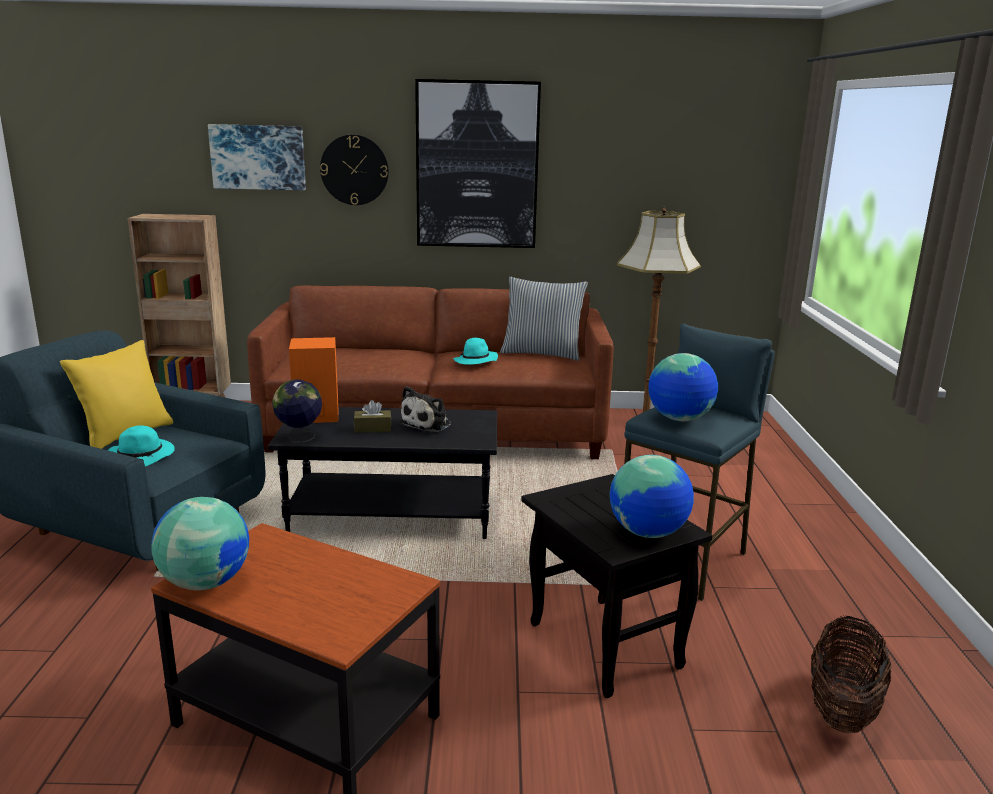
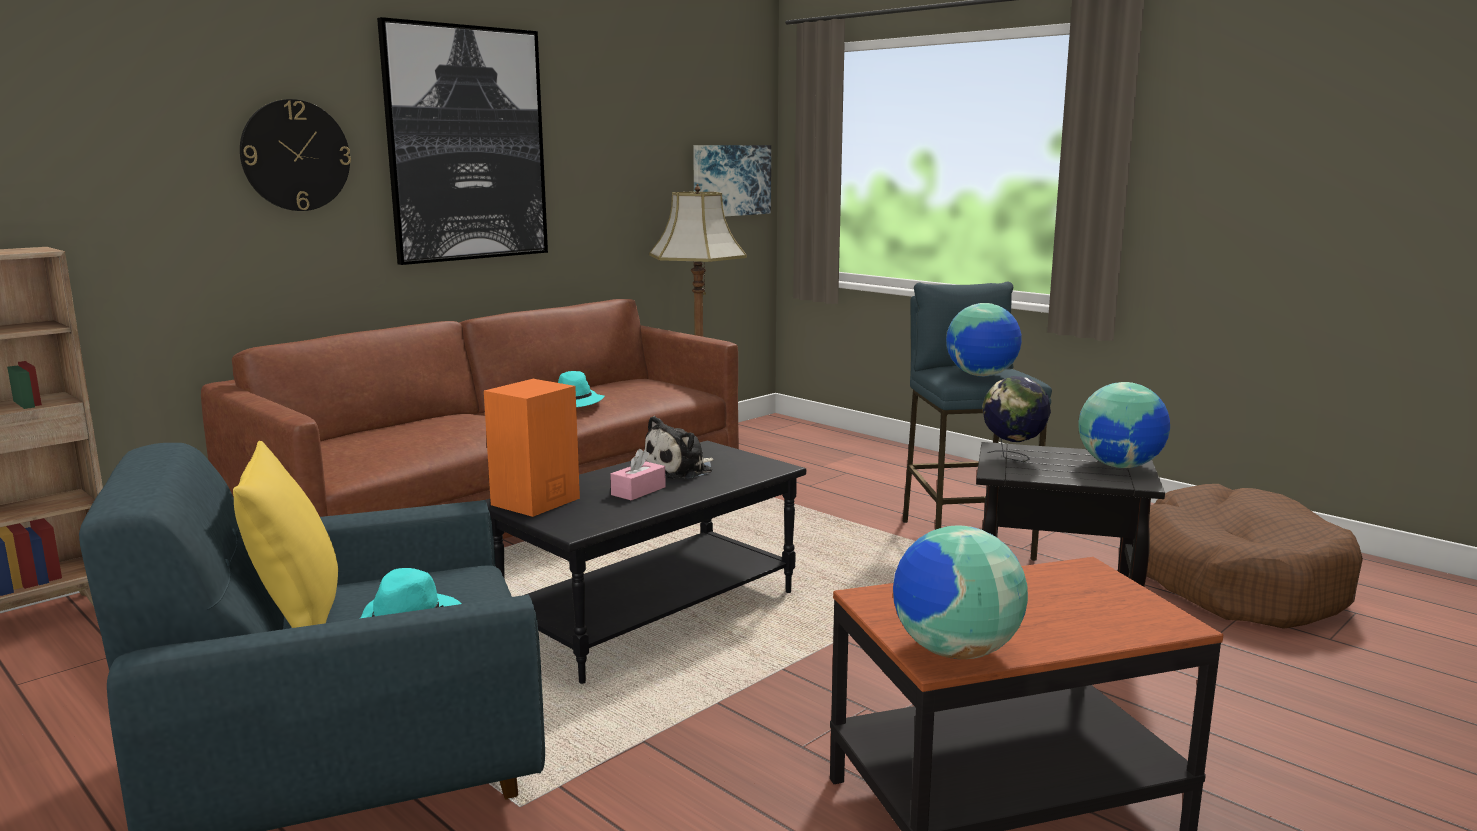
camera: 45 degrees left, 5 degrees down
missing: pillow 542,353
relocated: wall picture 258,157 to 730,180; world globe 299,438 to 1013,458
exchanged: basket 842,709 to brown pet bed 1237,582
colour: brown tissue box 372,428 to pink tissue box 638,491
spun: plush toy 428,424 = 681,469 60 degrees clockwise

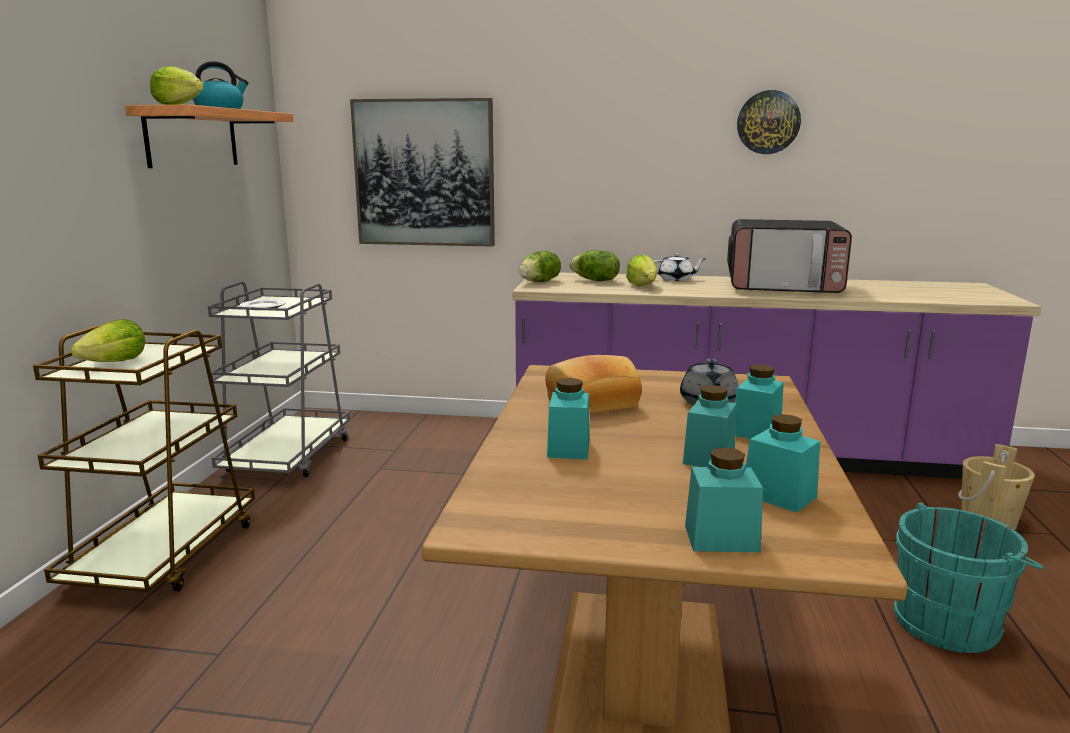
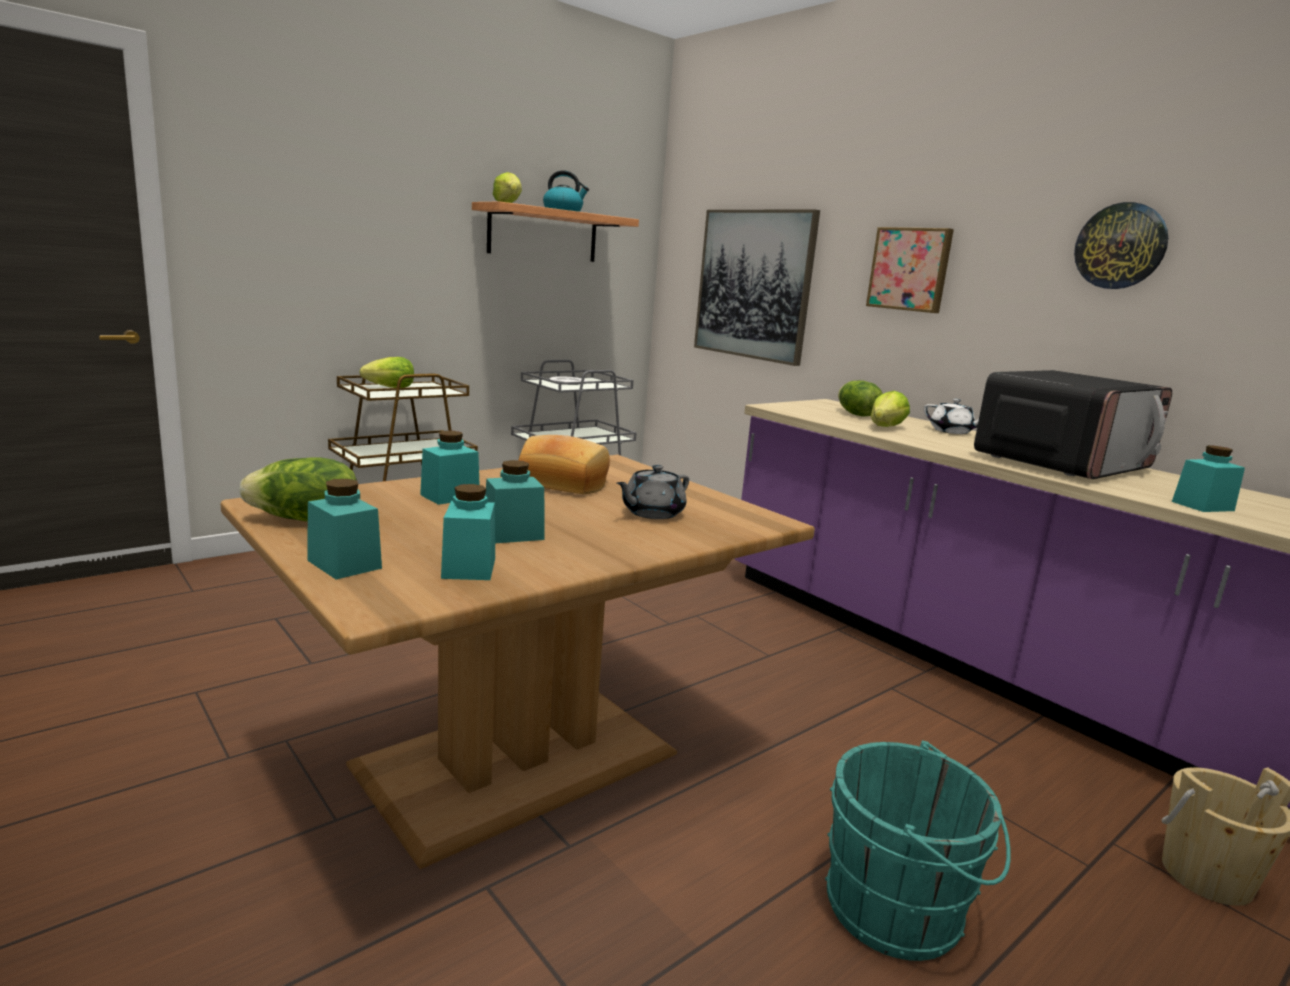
camera: 40 degrees right, 0 degrees up
appeared: wall picture 910,269
relocated: head of lettuce 540,282 to 305,520; turquoise-coloured preserve jar 756,431 to 1202,506
spun: microwave 784,287 = 1062,463 90 degrees counterclockwise

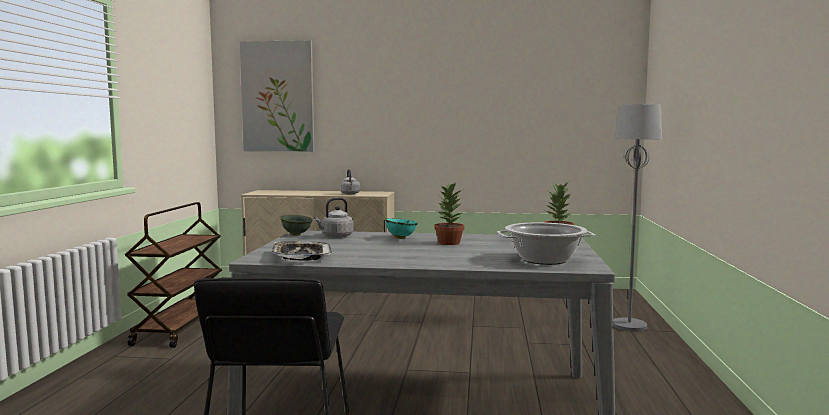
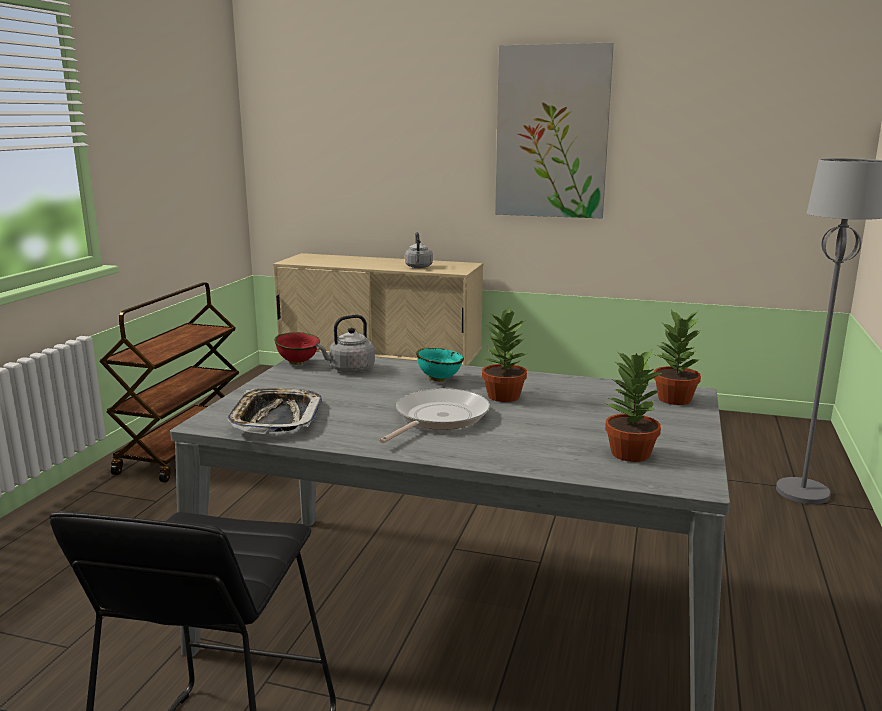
camera: 10 degrees right, 10 degrees up
appeared: pan 438,418
relocated: wall picture 278,96 to 552,132
exchanged: saucepot 544,260 to houseplant 629,454
colour: green-coloured deep dish 296,235 to red deep dish 298,362

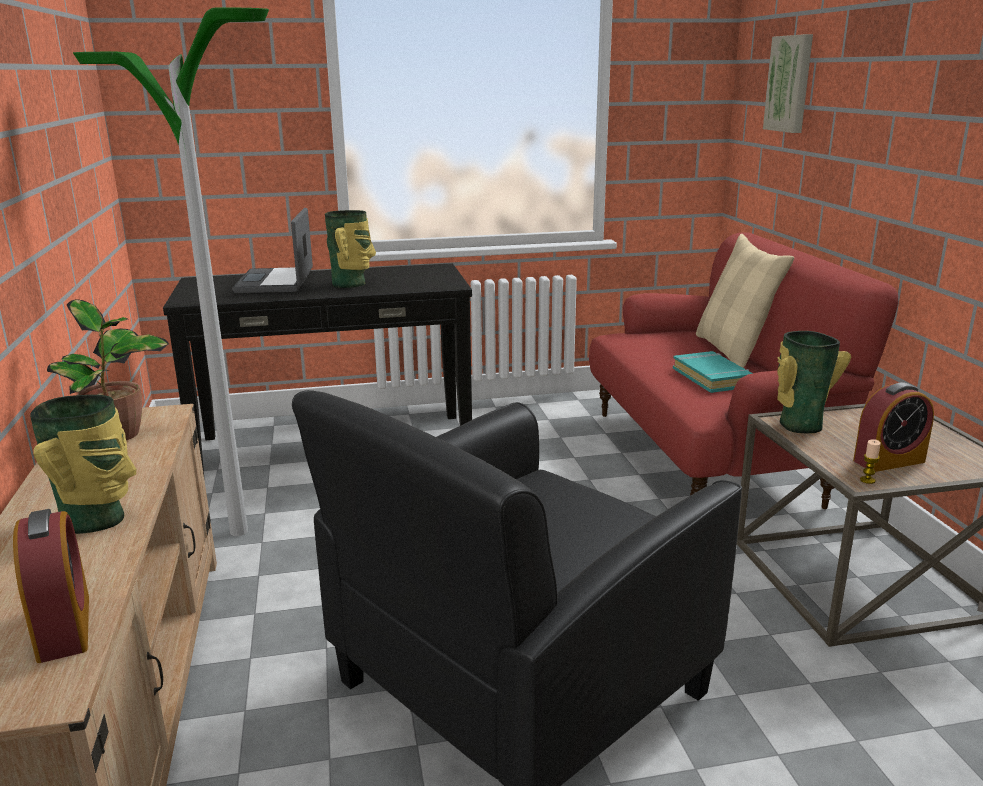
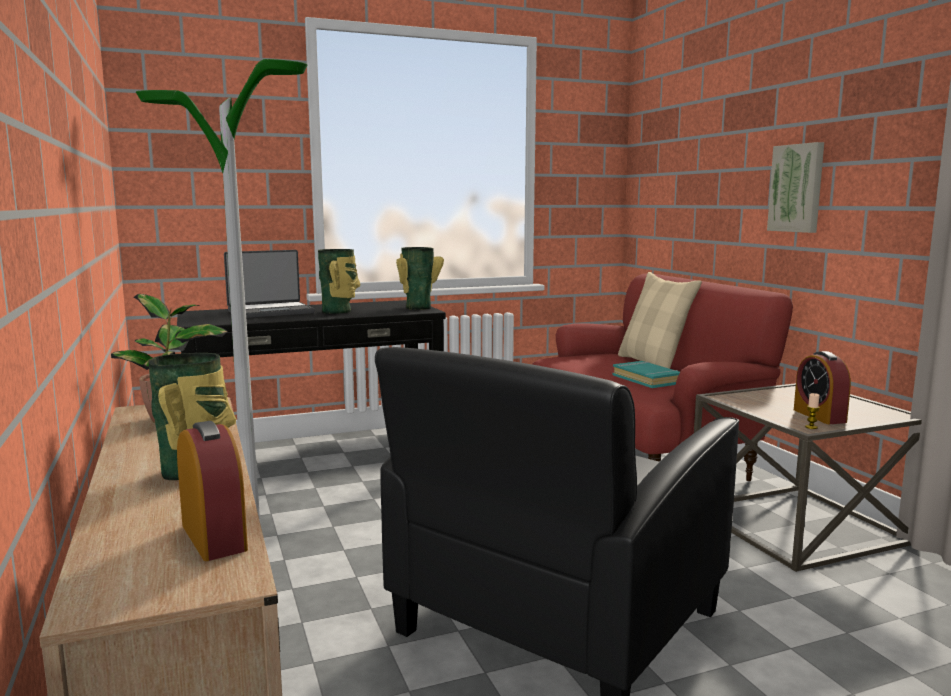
camera: 10 degrees left, 10 degrees down
relocated: wall picture 790,84 to 797,188; vase 798,424 to 417,307
spun: notebook computer 277,282 = 270,312 105 degrees counterclockwise; table clock 889,461 = 819,416 105 degrees clockwise

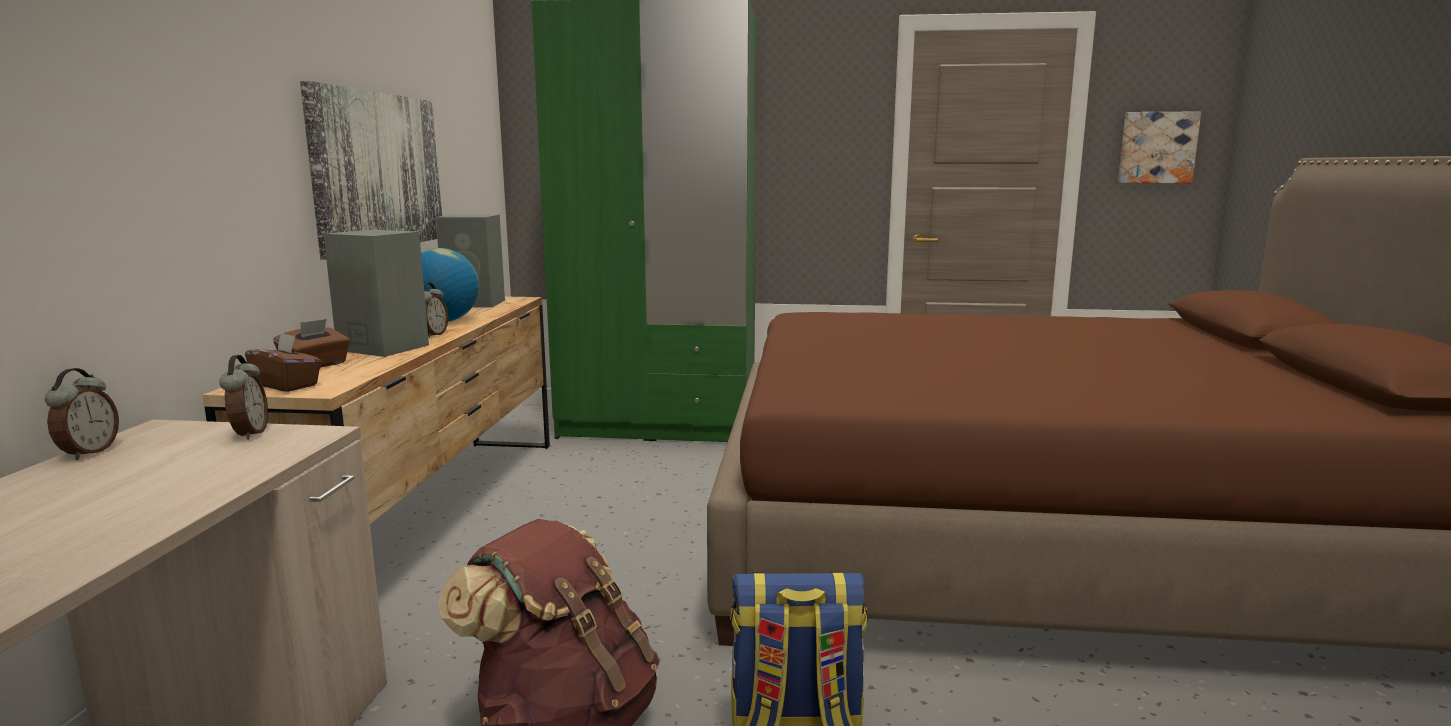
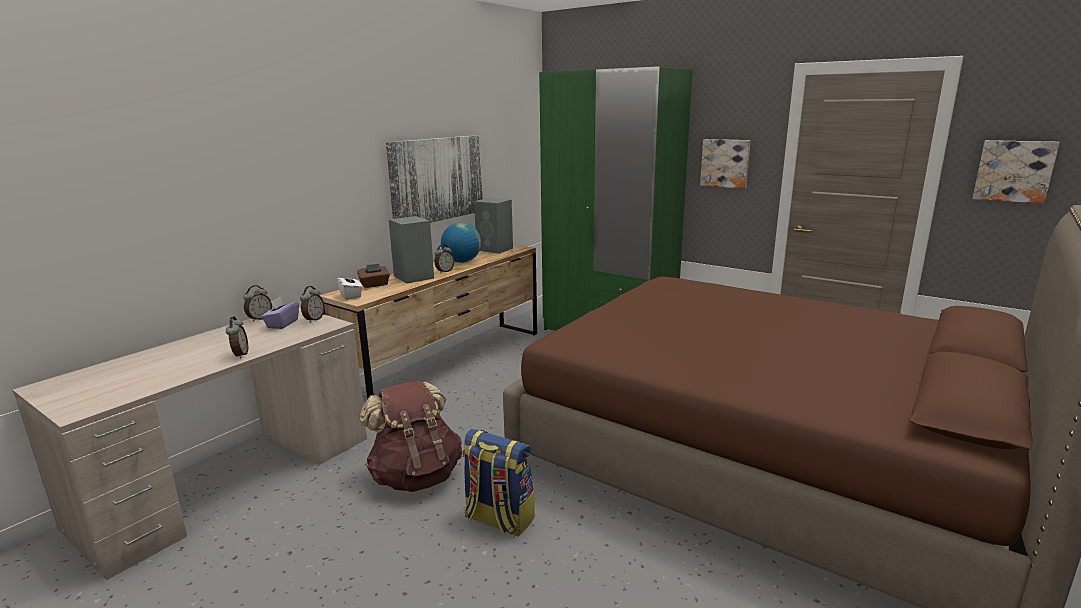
camera: 30 degrees right, 5 degrees up
appeared: table clock 240,355; purple tissue box 282,324; wall picture 725,163
colour: brown tissue box 287,385 to whitish tissue box 351,295

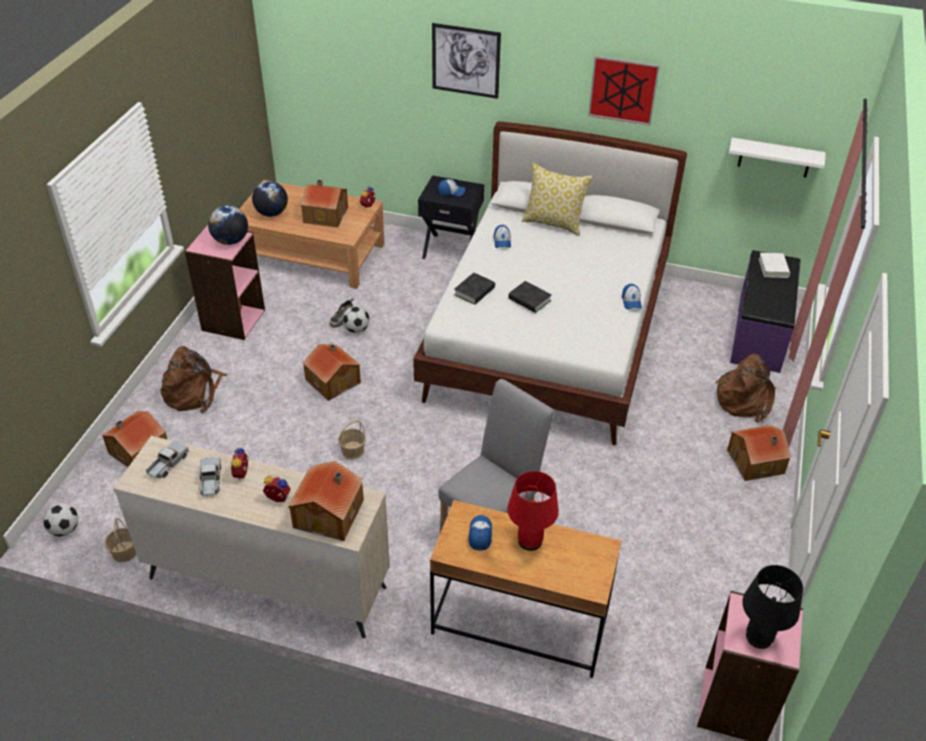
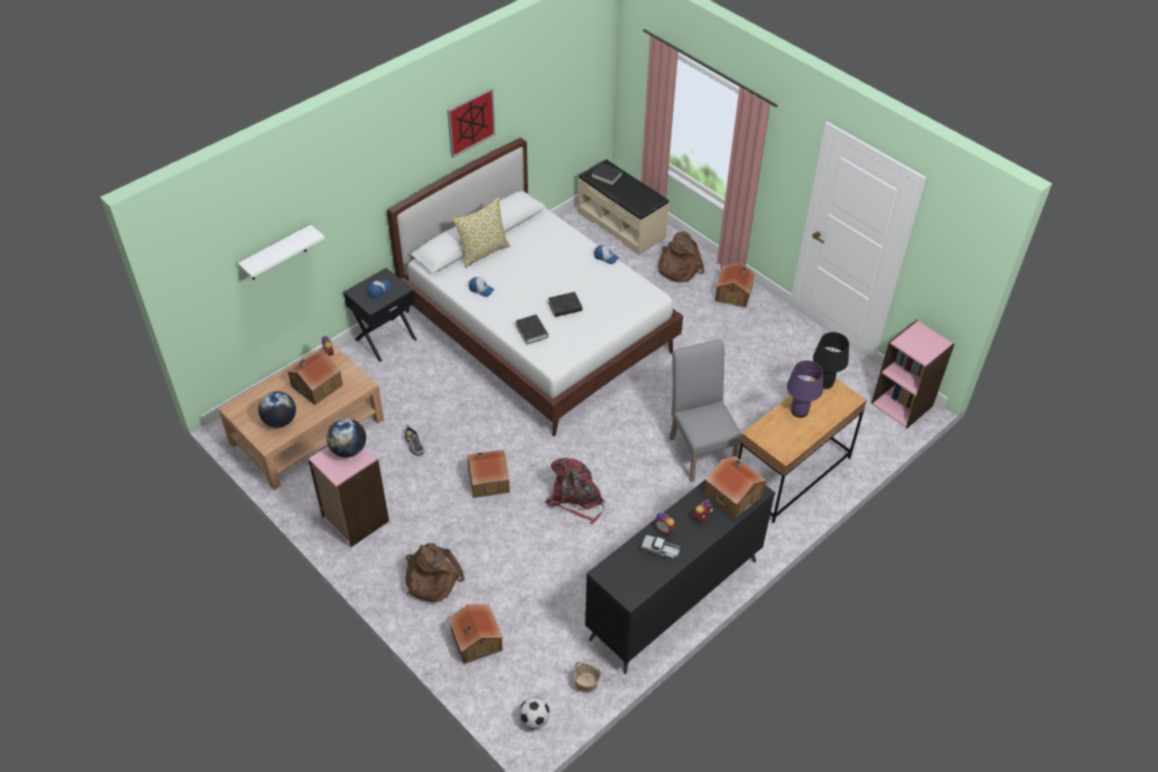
camera: 60 degrees left, 5 degrees up
missing: model truck 168,464; football ball 356,329; wall picture 465,61; baseball cap 480,535
relocated: whitish shelf 774,158 to 277,254; blackish tabletop lamp 758,637 to 824,383
exchanged: basket 352,451 to red backpack 576,499
colour: beige-coloured dresser 267,581 to blackish dresser 673,599; red tabletop lamp 530,541 to purple tabletop lamp 799,411; purple bench 760,333 to beige-coloured bench 622,224; whitish bound book 773,268 to blackish bound book 606,176

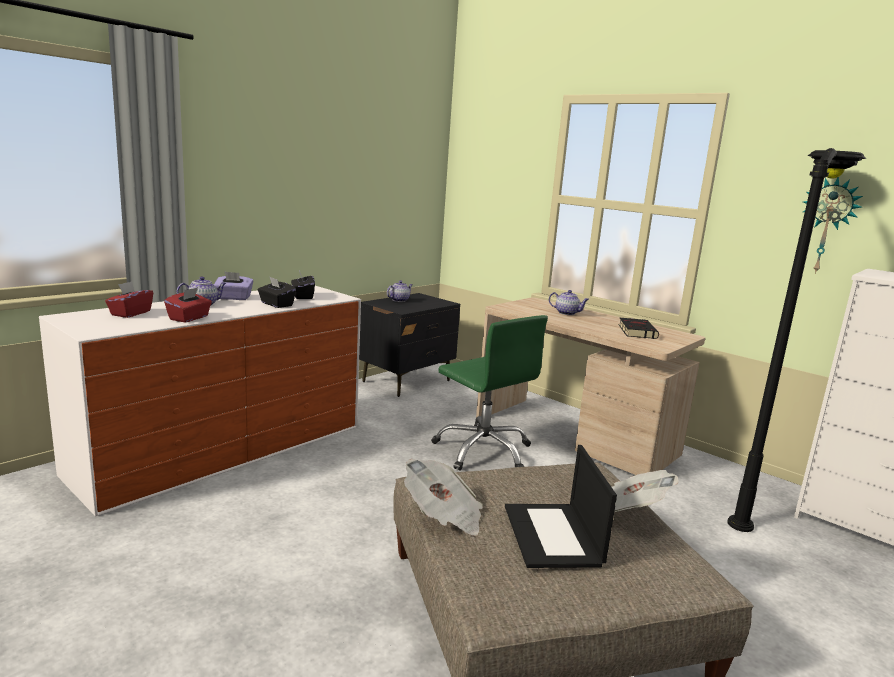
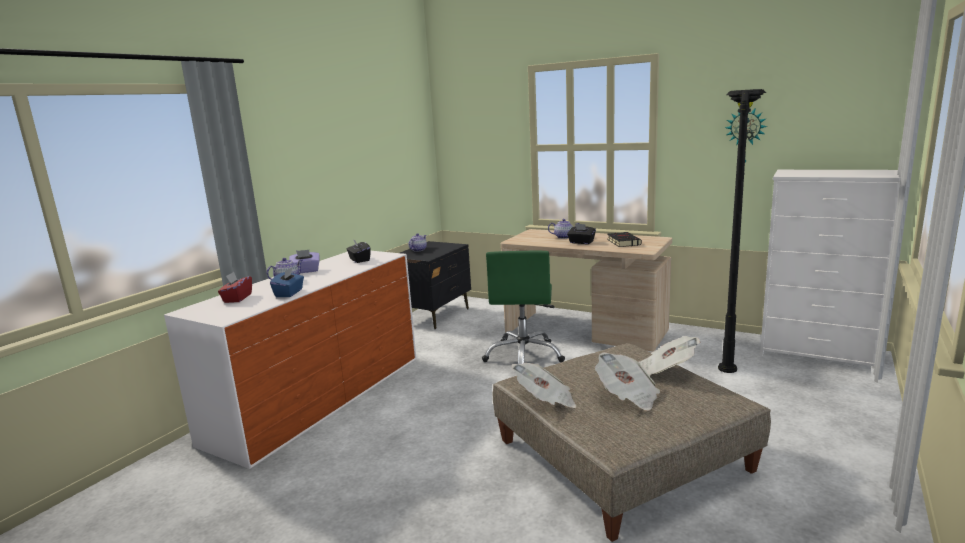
camera: 10 degrees left, 0 degrees up
relocated: blackish tissue box 276,304 to 581,242
exchanged: notebook computer 553,536 to newspaper 627,396
colour: red tissue box 189,318 to blue tissue box 289,293
spun: green-coloured desk chair 483,451 = 524,356 60 degrees clockwise

